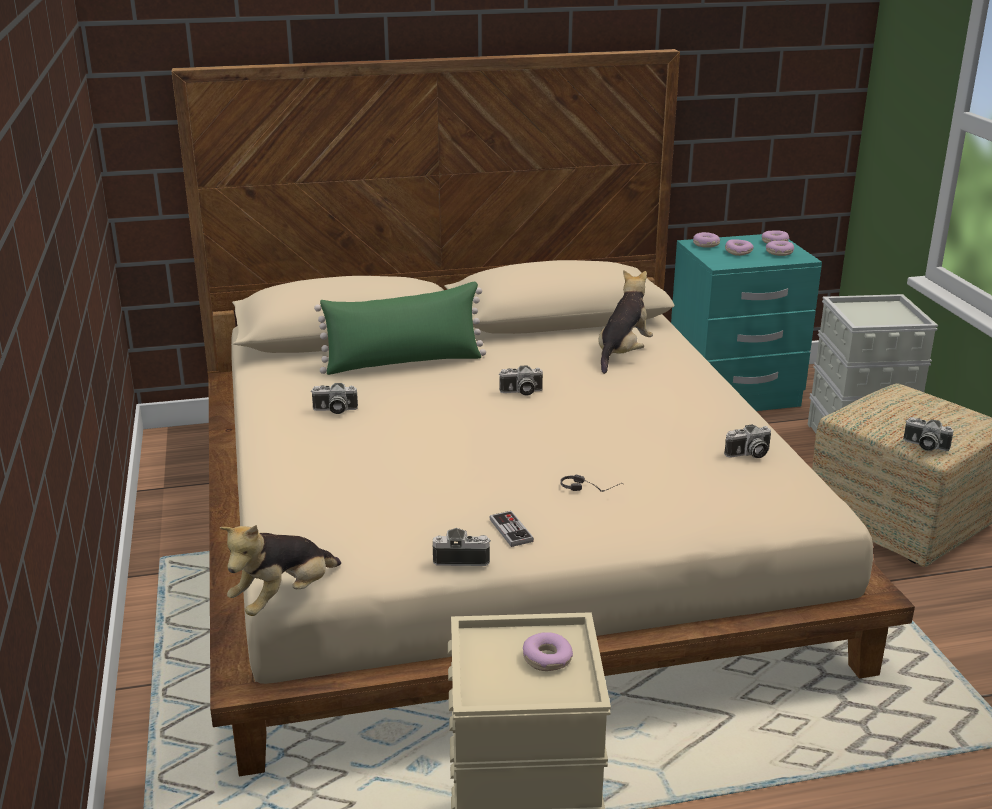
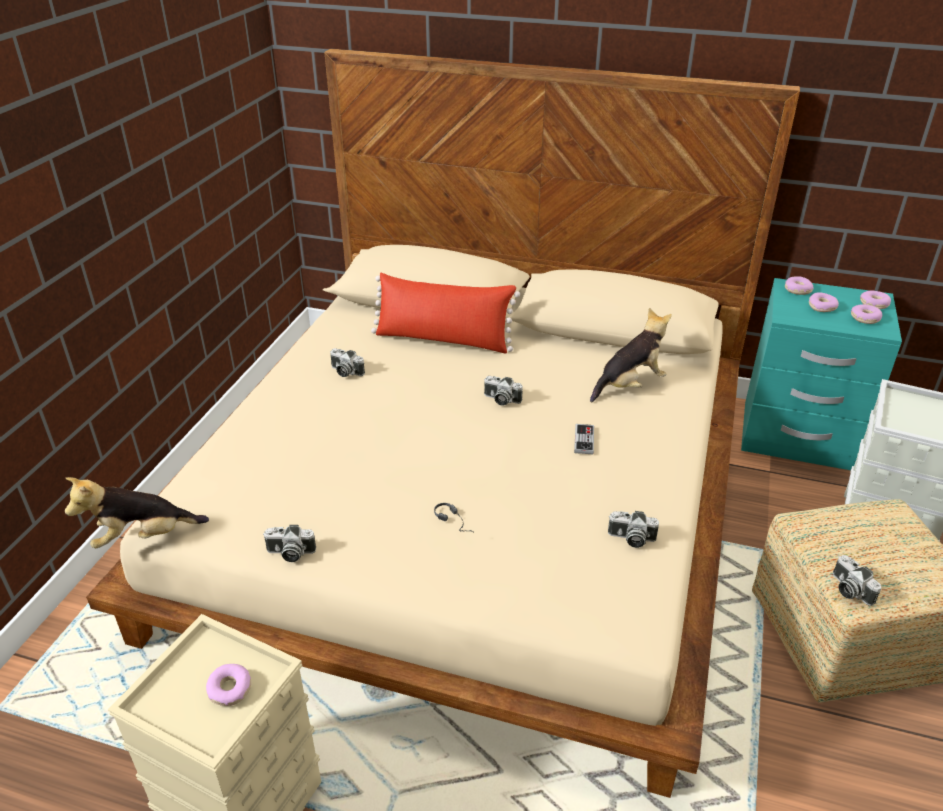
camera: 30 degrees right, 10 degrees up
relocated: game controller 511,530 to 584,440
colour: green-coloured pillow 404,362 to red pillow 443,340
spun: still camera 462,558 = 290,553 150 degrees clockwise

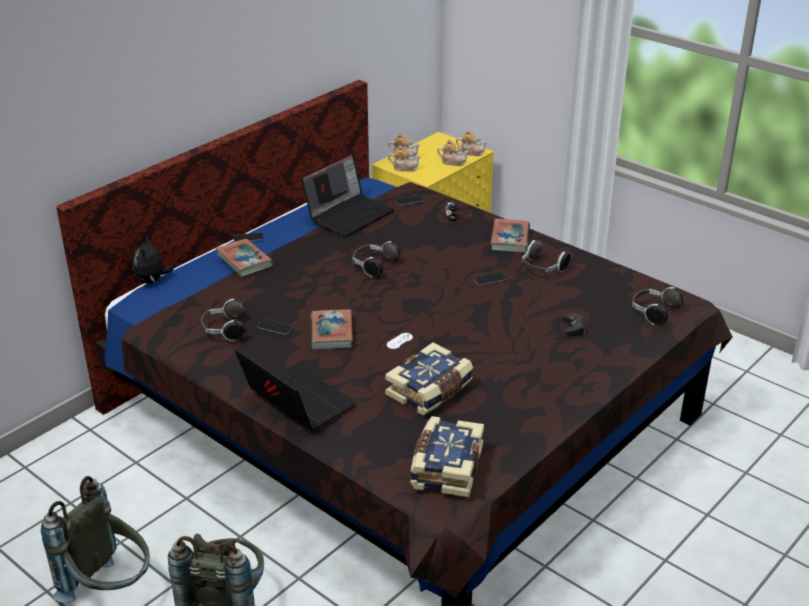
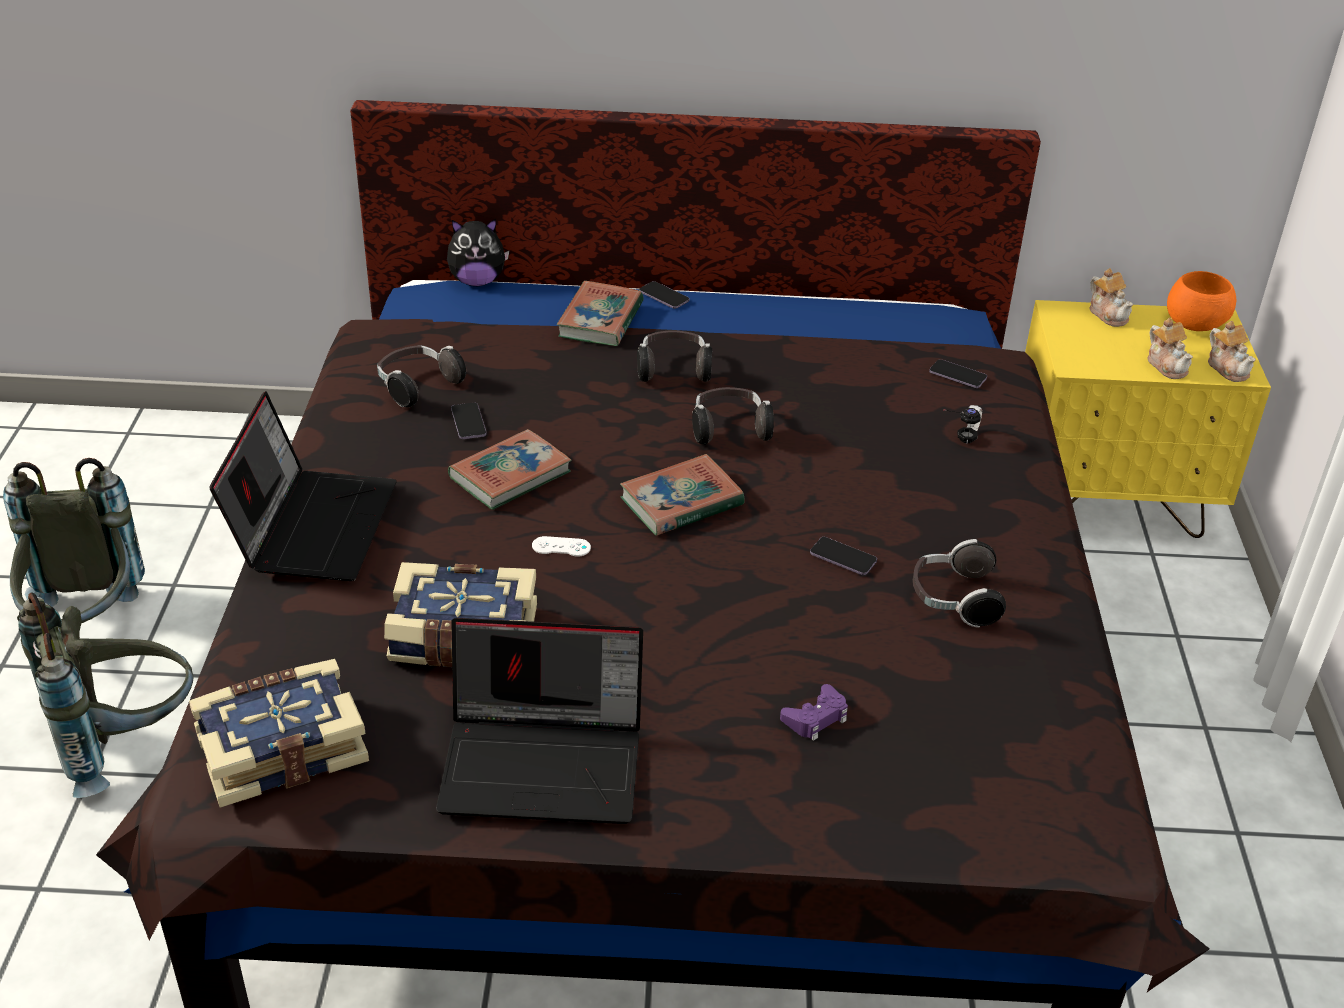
camera: 50 degrees right, 5 degrees up
missing: teapot 404,167
appeared: orange deep dish 1195,326
relocated: notebook computer 349,214 to 545,761; bound book 510,239 to 681,502; pair of headphones 653,313 to 673,369
colour: blackish game controller 573,328 to purple game controller 816,718
spun: plush toy 152,281 = 477,281 150 degrees counterclockwise

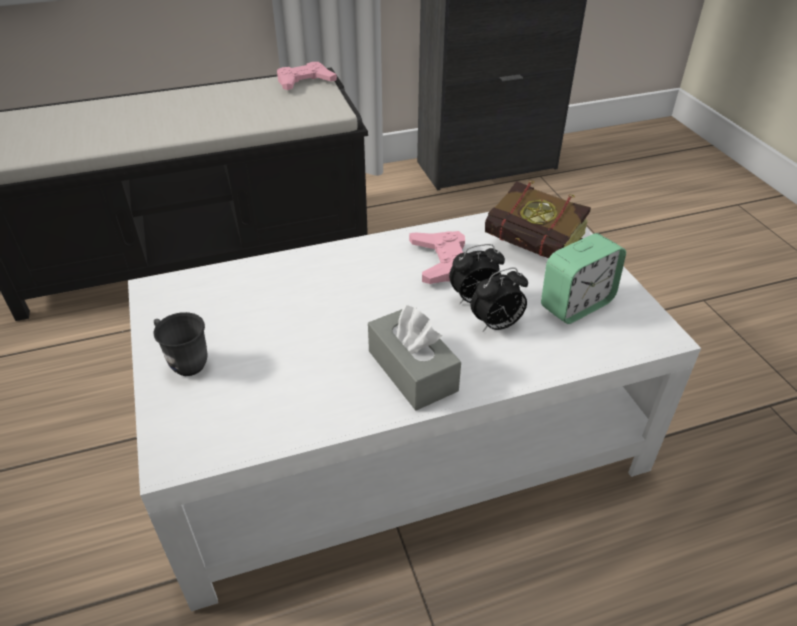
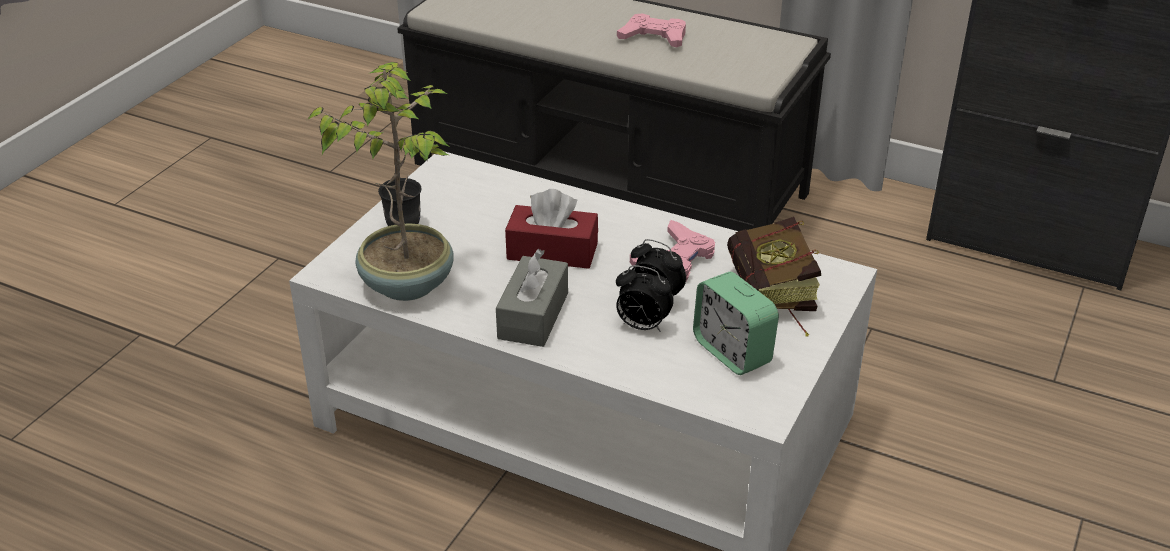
camera: 45 degrees right, 5 degrees down
appeared: houseplant 407,283; red tissue box 552,251
relocated: pink game controller 305,82 to 654,38
spun: table clock 576,304 = 732,352 45 degrees clockwise

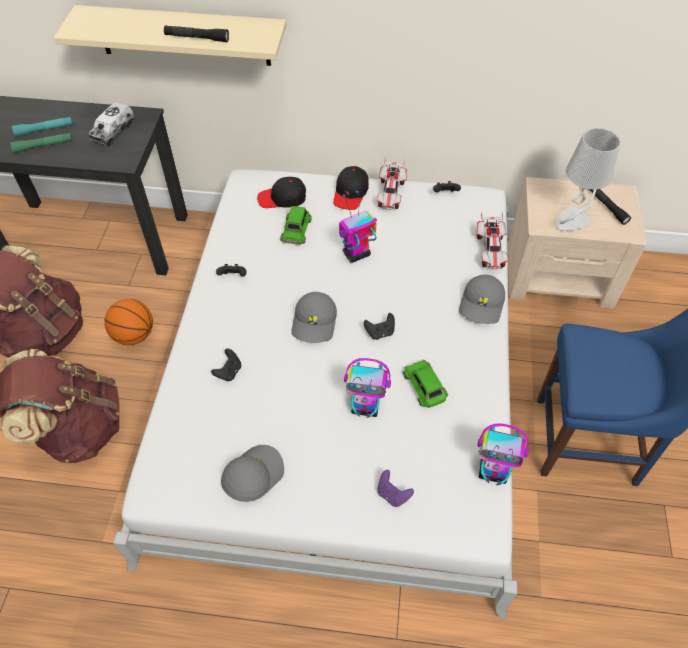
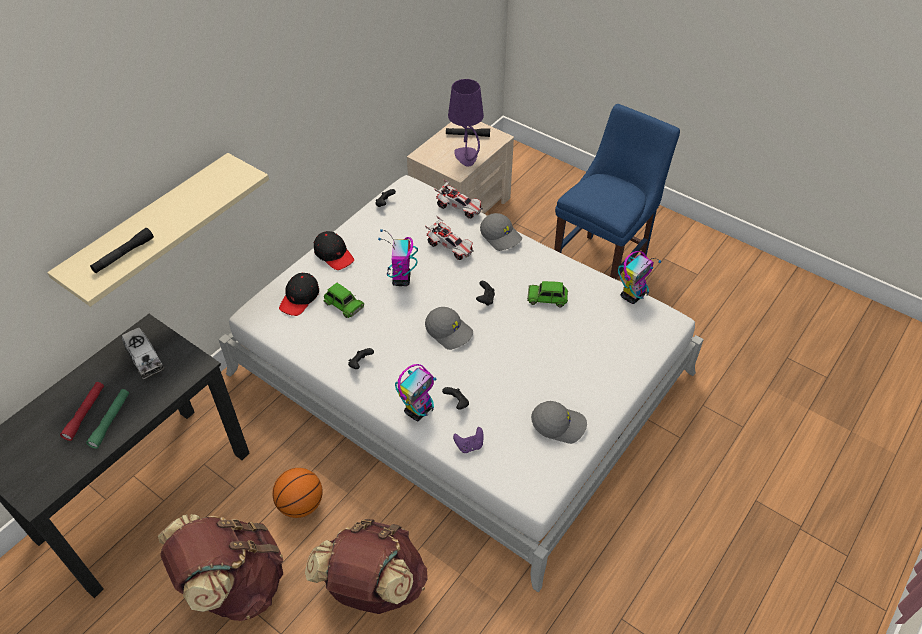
camera: 60 degrees left, 5 degrees down
relocated: blackish flashlight 197,38 to 123,255; toy robot 366,407 to 418,410; model car 390,194 to 450,247; purple game controller 392,494 to 469,445
colour: turquoise-coloured flashlight 44,130 to red flashlight 85,413; gray tabletop lamp 571,221 to purple tabletop lamp 466,157
spun: gray baseball cap 252,475 = 558,424 120 degrees clockwise

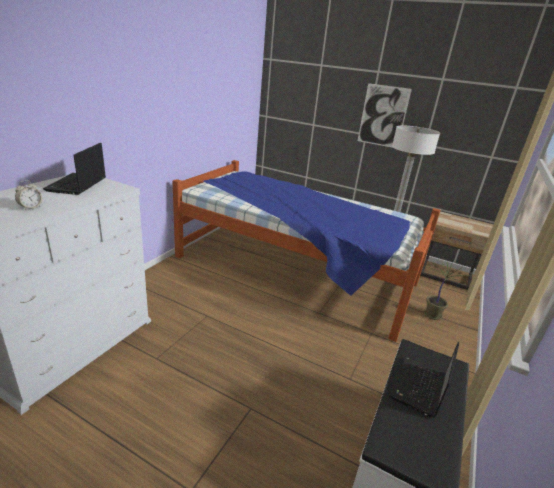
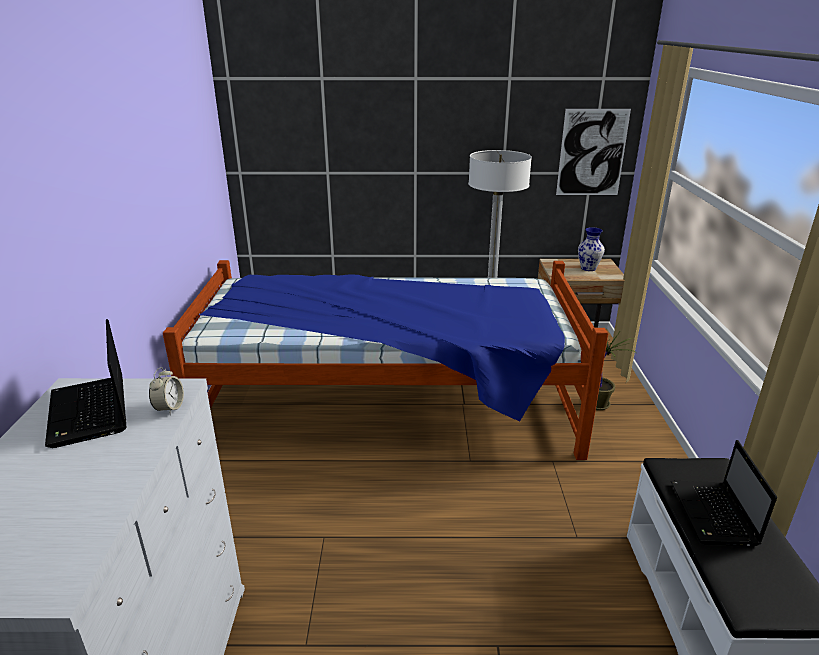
camera: 25 degrees left, 0 degrees up
appeared: vase 588,268
relocated: table clock 30,207 to 169,408; wall picture 383,116 to 592,153

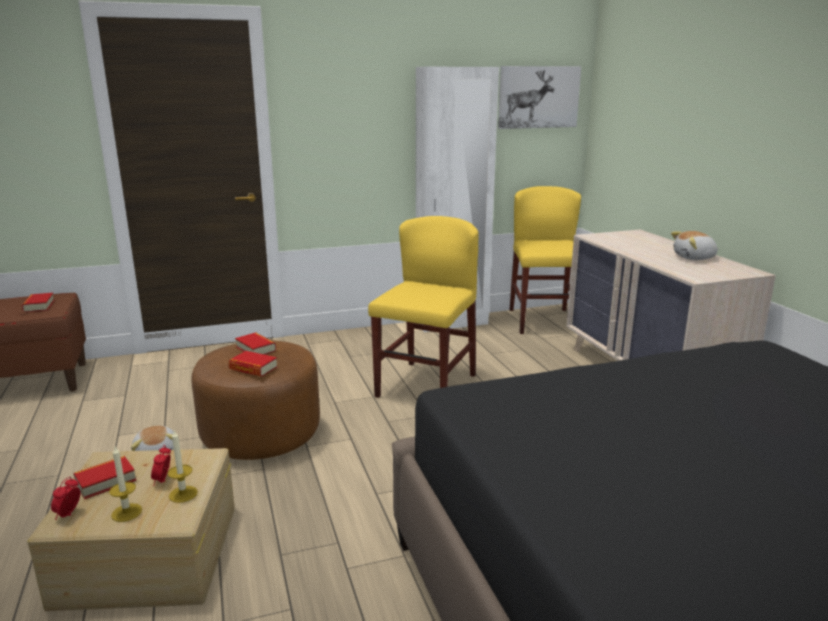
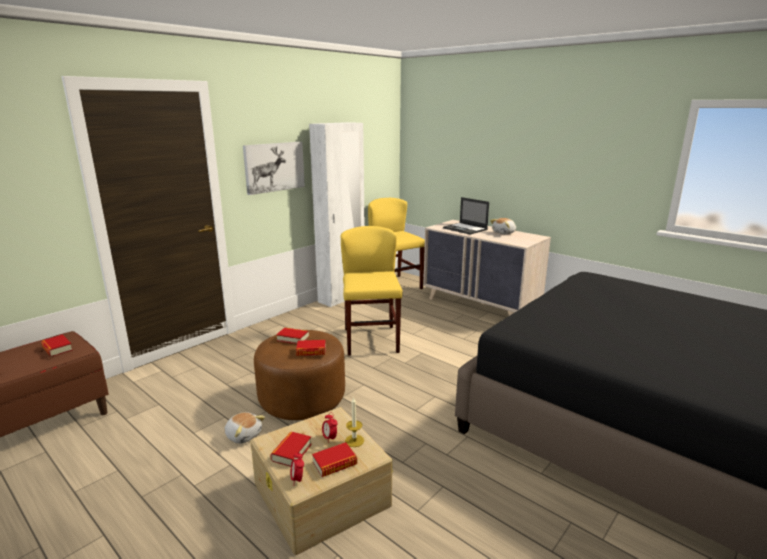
camera: 30 degrees left, 0 degrees up
appeared: notebook computer 465,229
relocated: wall picture 538,97 to 274,167
exchanged: wax light 126,512 to bound book 334,463

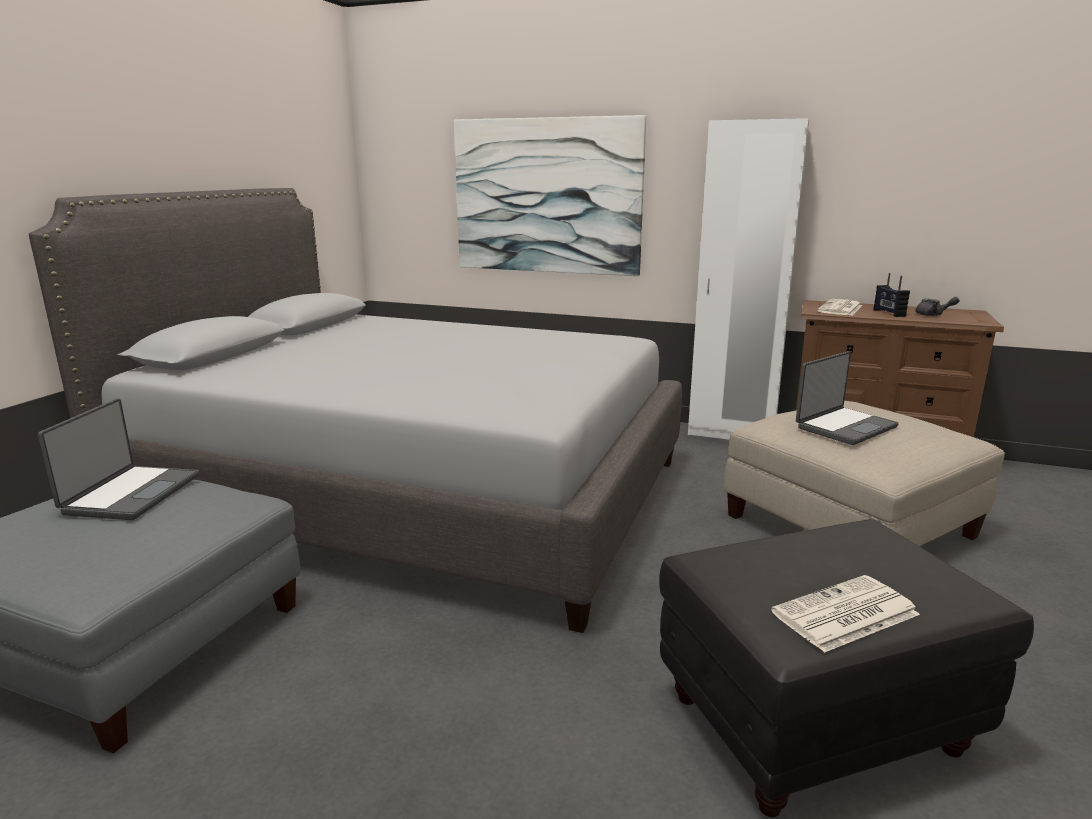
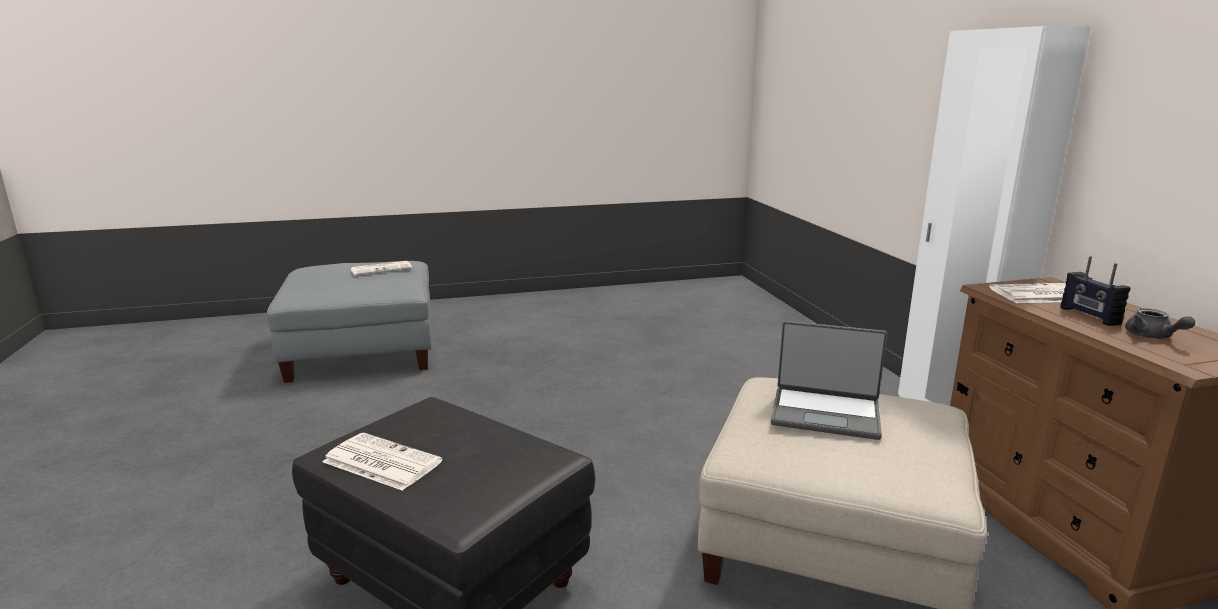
camera: 55 degrees right, 0 degrees up
missing: gray bedroom bed 413,491; wall picture 547,196
exchanged: notebook computer 130,494 to newspaper 382,269
spun: radio receiver 888,313 = 1089,316 60 degrees counterclockwise

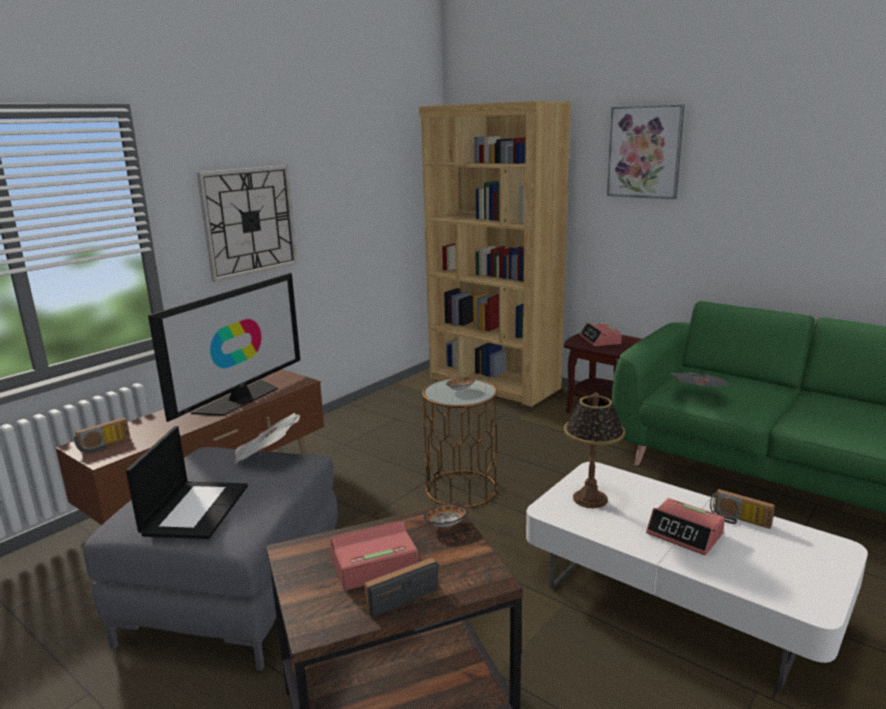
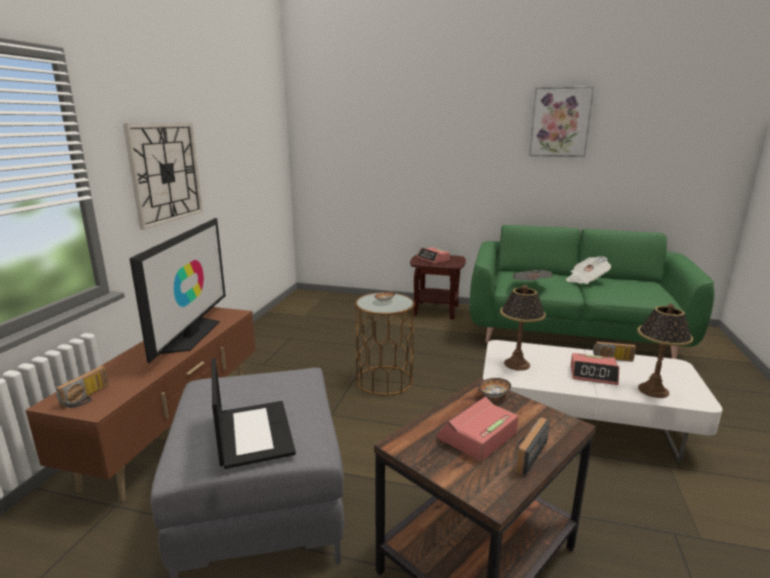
camera: 25 degrees left, 0 degrees up
missing: brown bookshelf 493,383
appeared: tabletop lamp 653,390
relocated: newspaper 266,455 to 586,280; wall picture 645,152 to 560,122

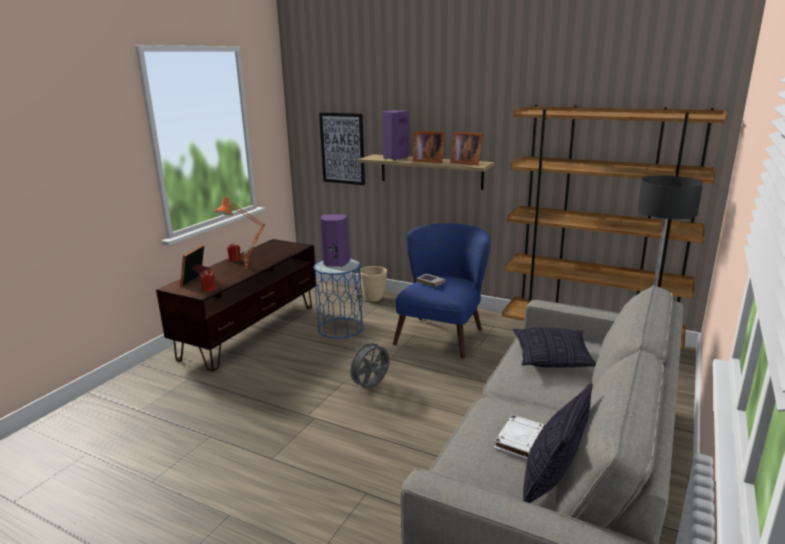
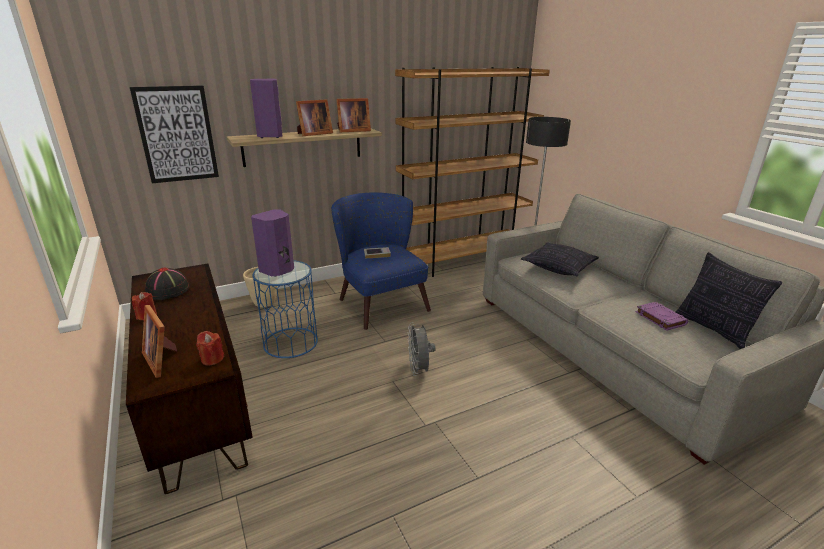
camera: 55 degrees left, 5 degrees up
missing: orange tabletop lamp 247,267
appeared: blackish clothing hat 168,290
colour: whitish bound book 519,440 to purple bound book 659,318

